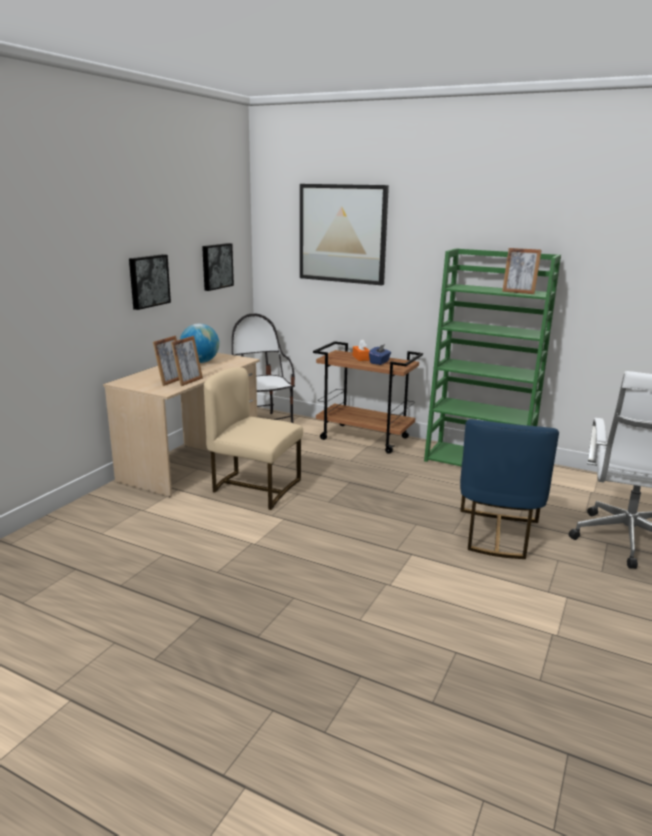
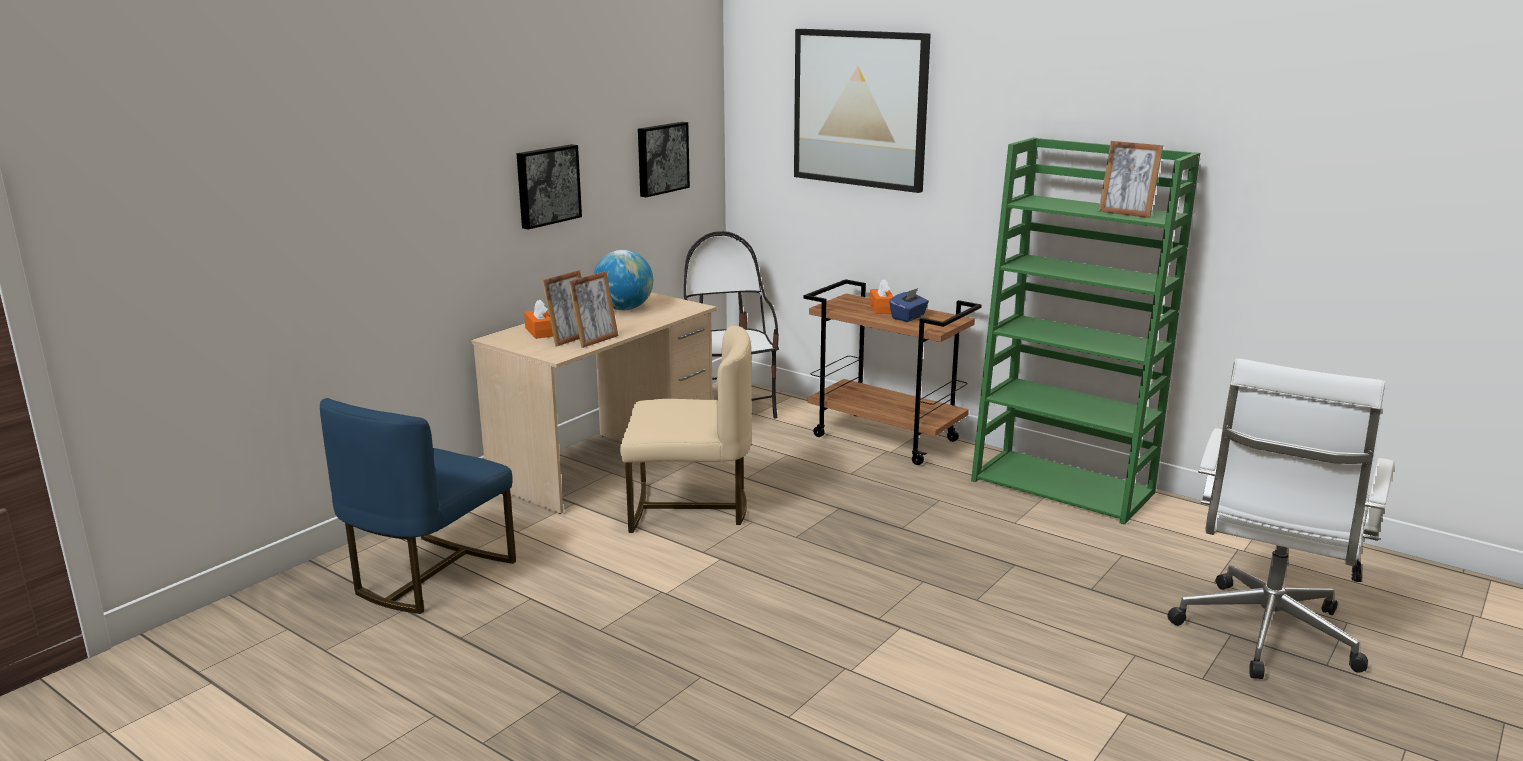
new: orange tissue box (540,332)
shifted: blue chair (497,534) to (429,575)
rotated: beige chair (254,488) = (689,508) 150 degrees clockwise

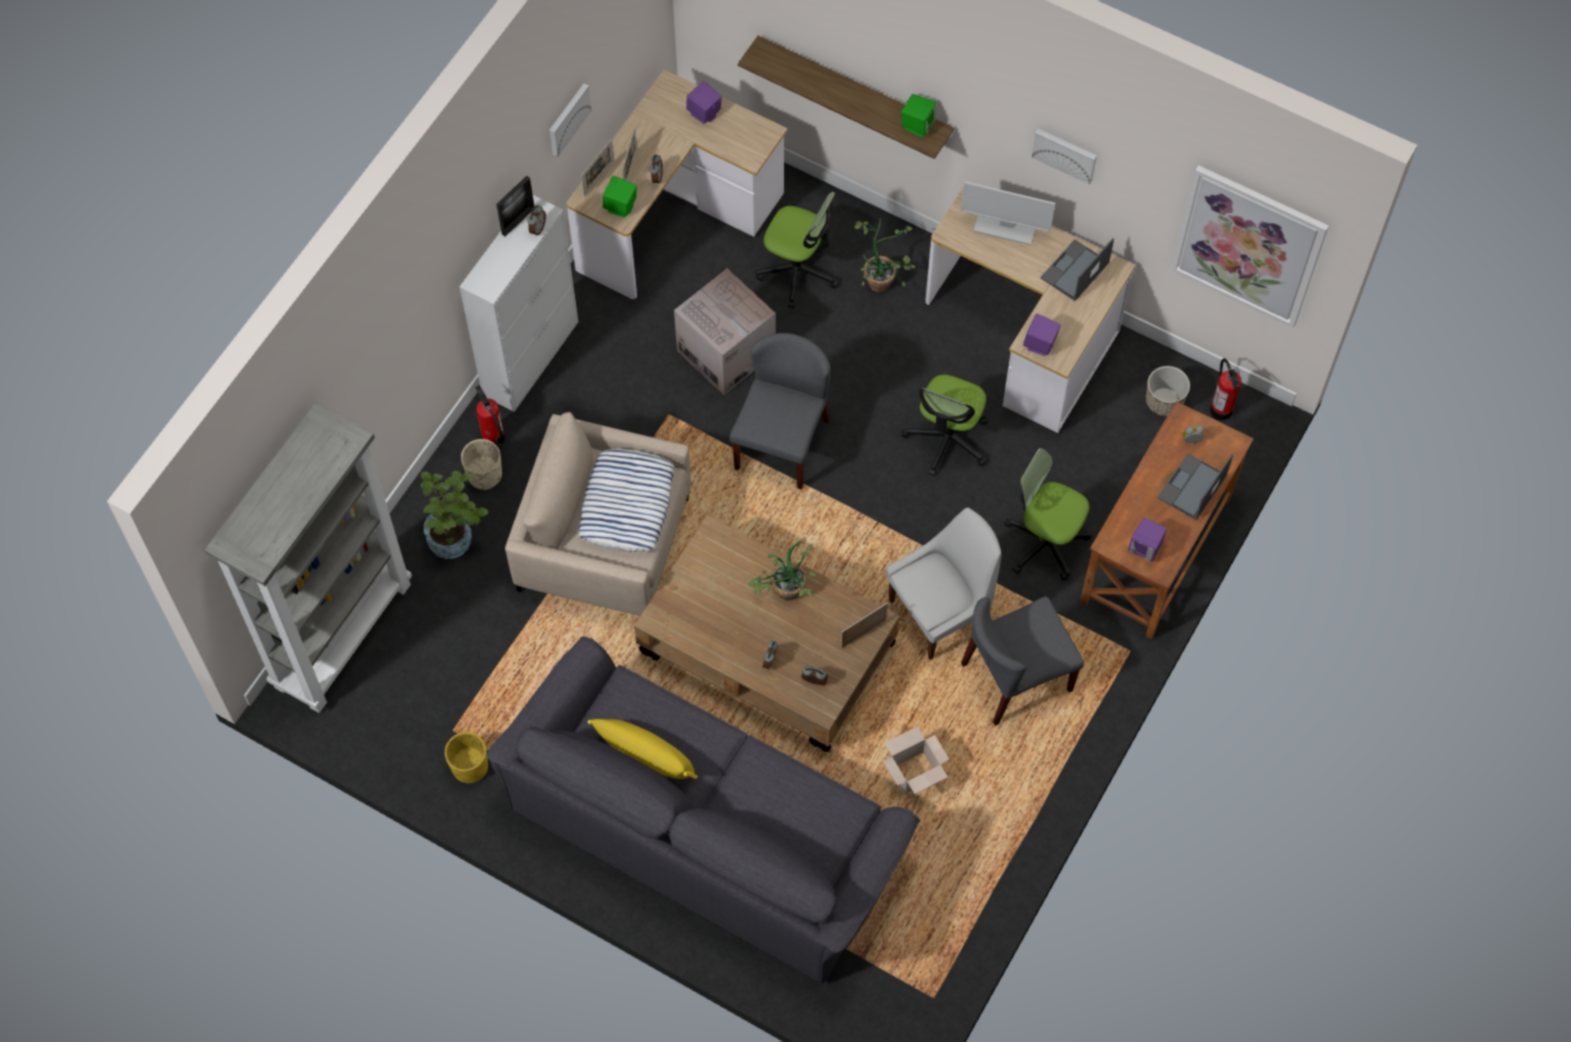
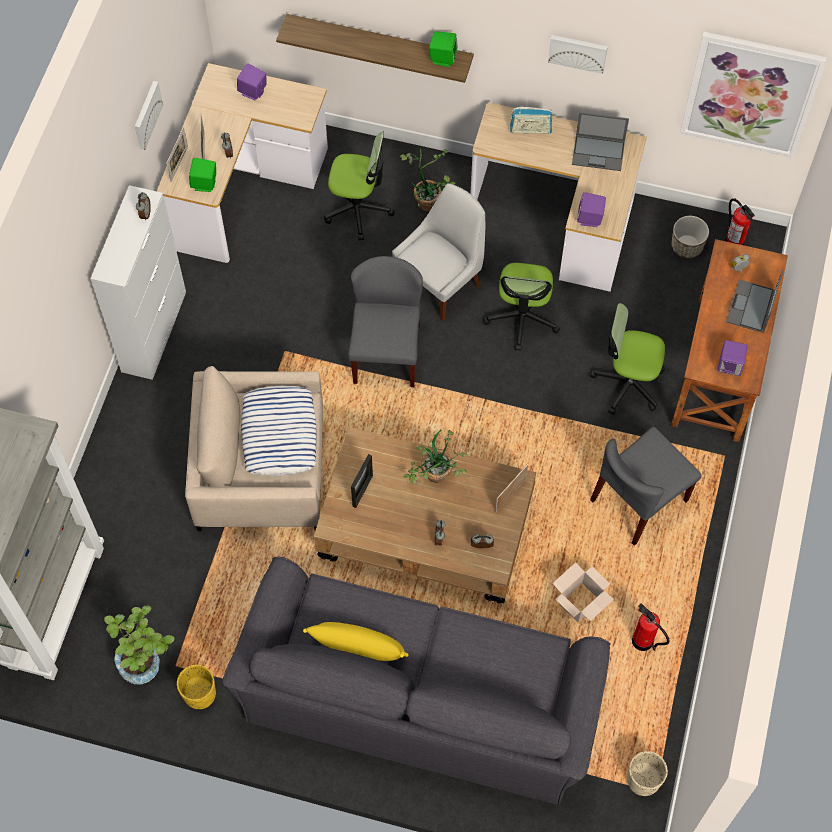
gone: cardboard box (726,352)
shifted: potted plant (457,539) to (146,663); beige planter (484,475) to (643,780); fire extinguisher (493,438) to (642,641); picture frame (518,221) to (362,491); white chair (941,612) to (441,283)
swapped: monitor (1004,227) to radio (530,129)
rotated: laptop (1074,271) = (599,152) 105 degrees counterclockwise

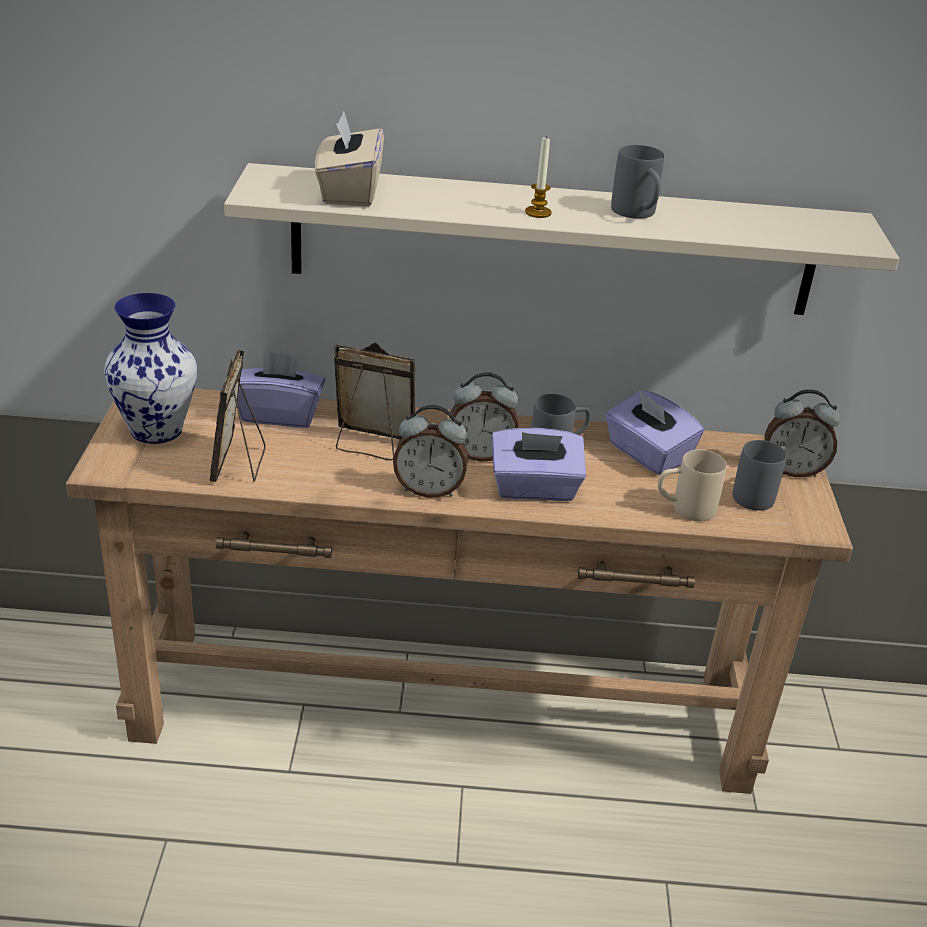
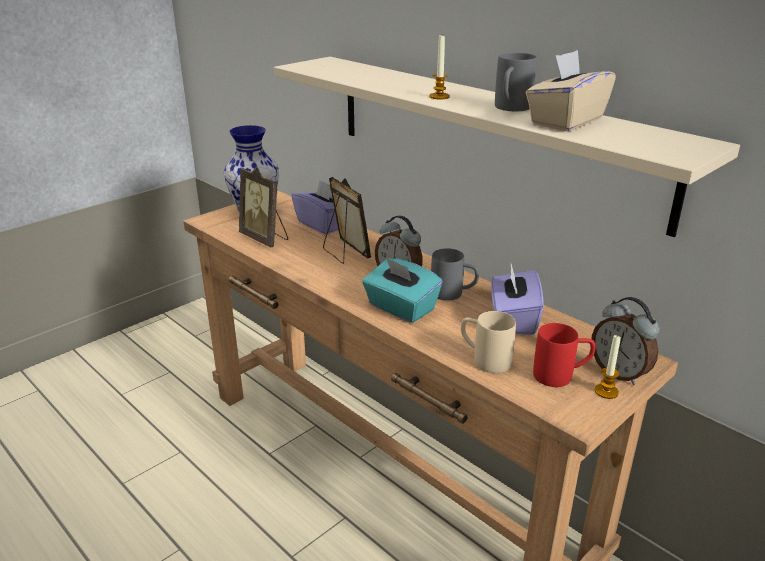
gone: alarm clock (429,490)
new: candle (606,391)
shifted: beige tissue box (349,192) to (565,121)
repainted: purple tissue box (534,489) to turquoise tissue box (401,308); grey mug (759,494) to red mug (561,376)
rotated: picture frame (239,464) = (265,238) 90 degrees counterclockwise

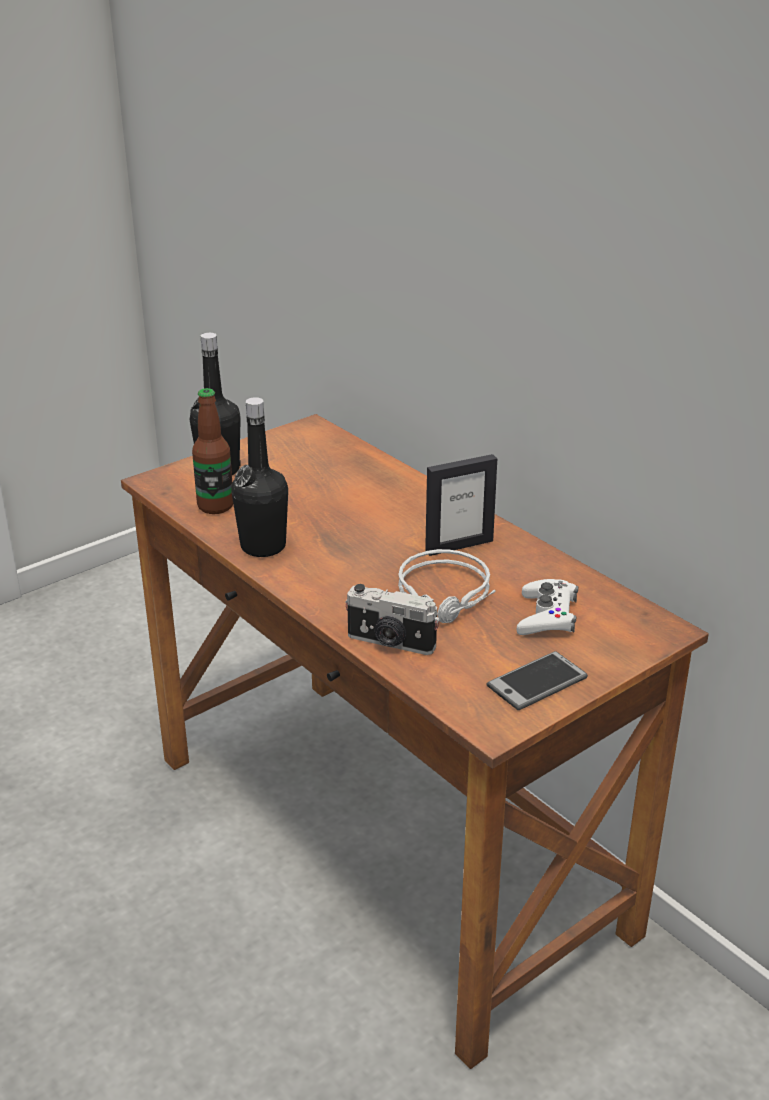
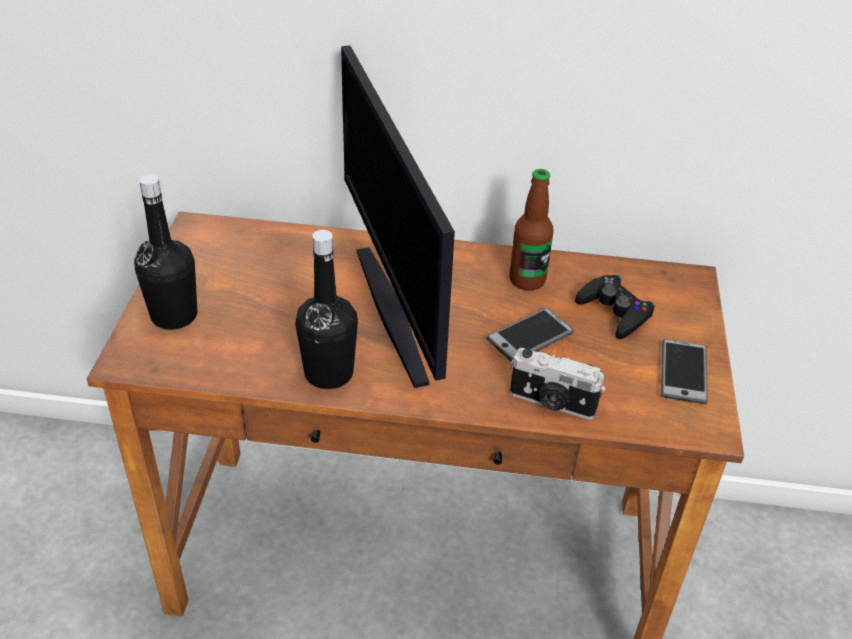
gone: picture frame (459,546)
new: monitor (397,312)
shifted: bottle (215,506) to (527,280)
swapped: grey headphones (446,596) to phone (530,336)
repainted: white game controller (547,616) to black game controller (614,312)
rotated: photo camera (390,643) = (552,403) 45 degrees clockwise

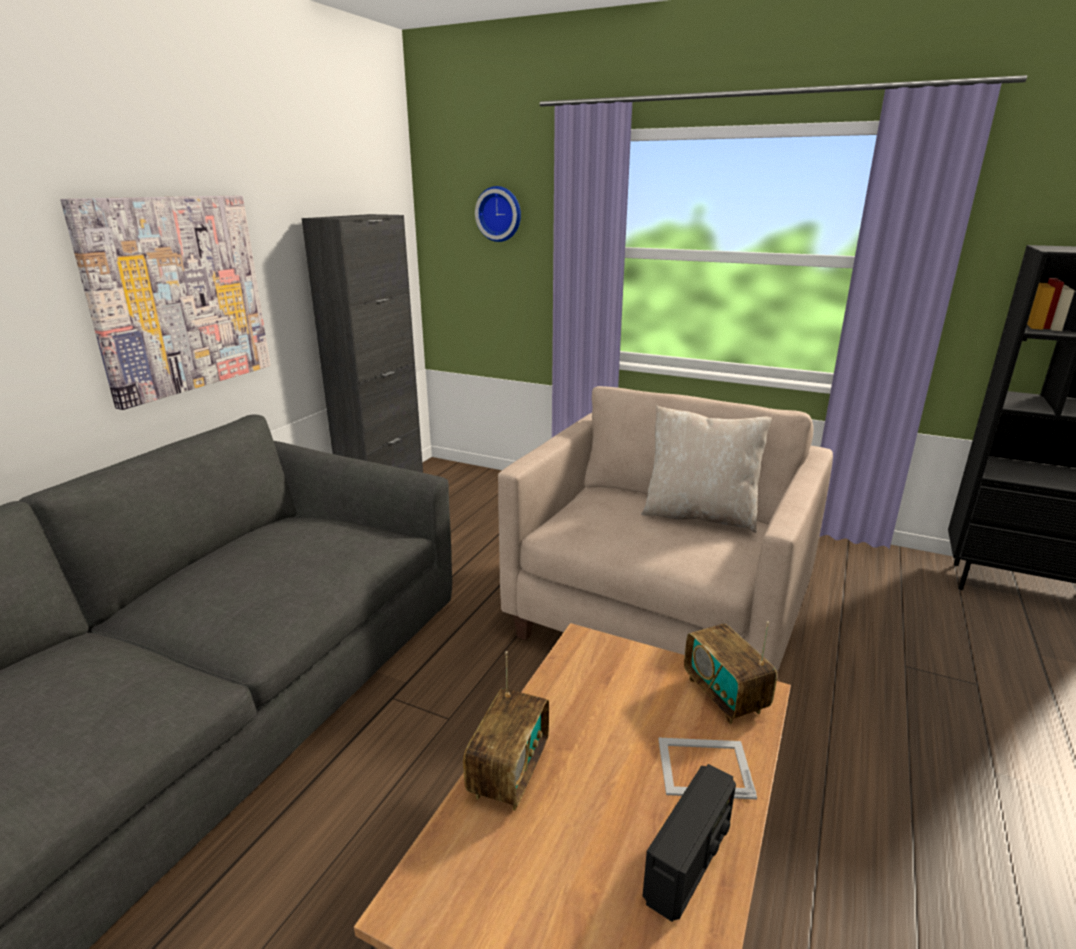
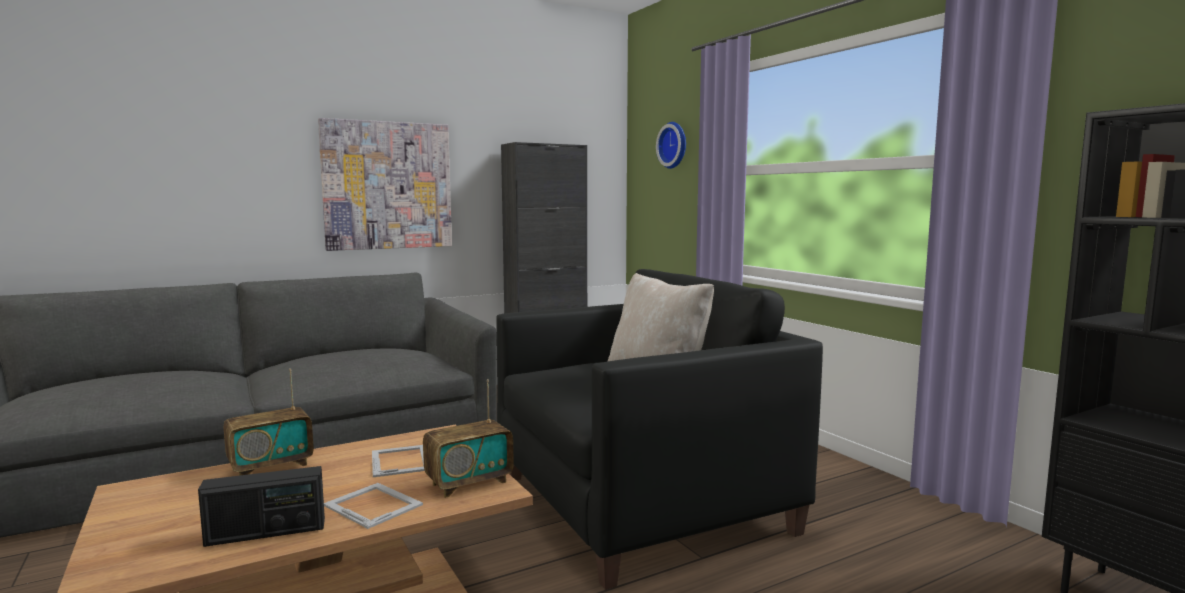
new: picture frame (401,460)
repainted: beige armchair (658,619) to black armchair (639,502)
rotated: radio (724,695) = (469,483) 135 degrees counterclockwise

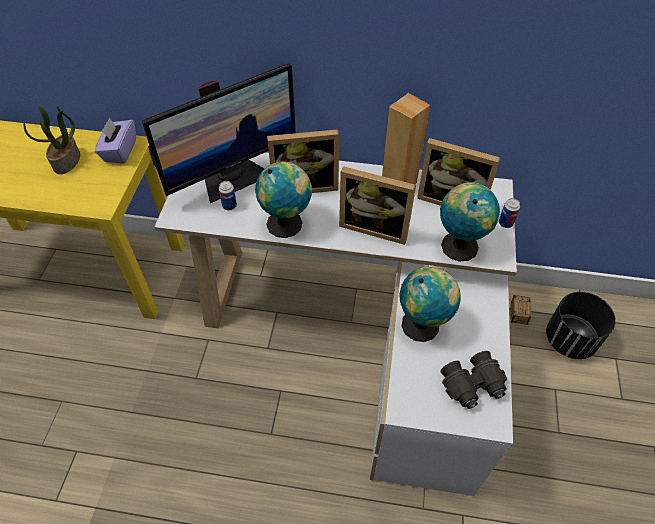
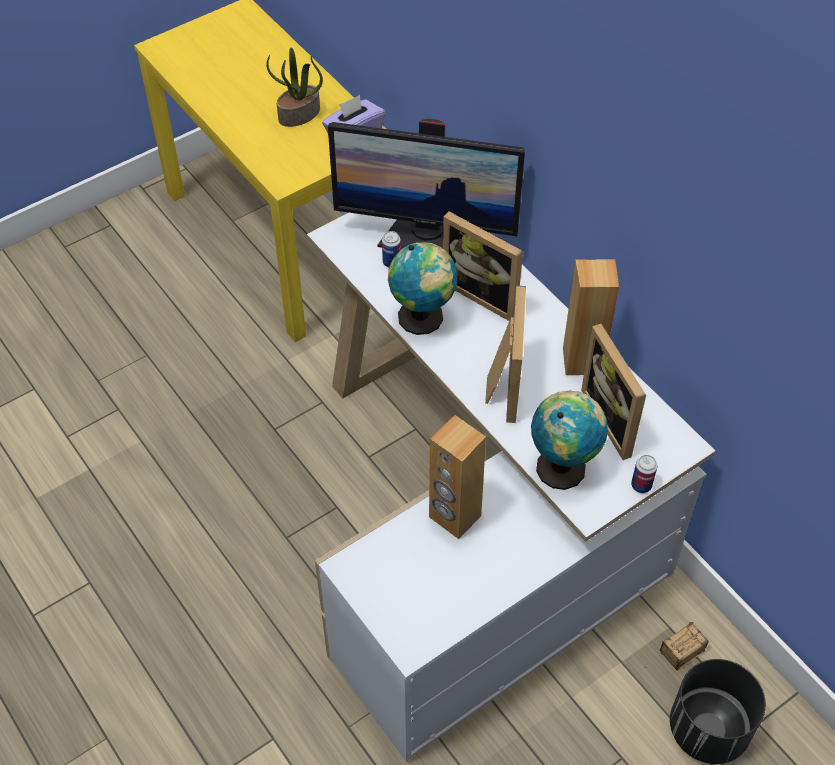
gone: black binoculars (473,386)
swapped: globe (423,324) to brown speaker (454,517)
rotated: picture frame (375,227) = (502,385) 150 degrees counterclockwise

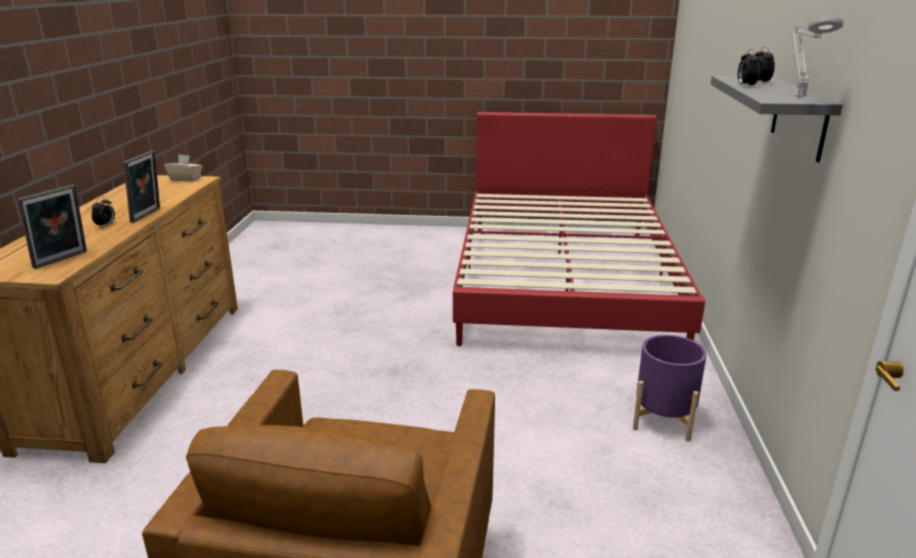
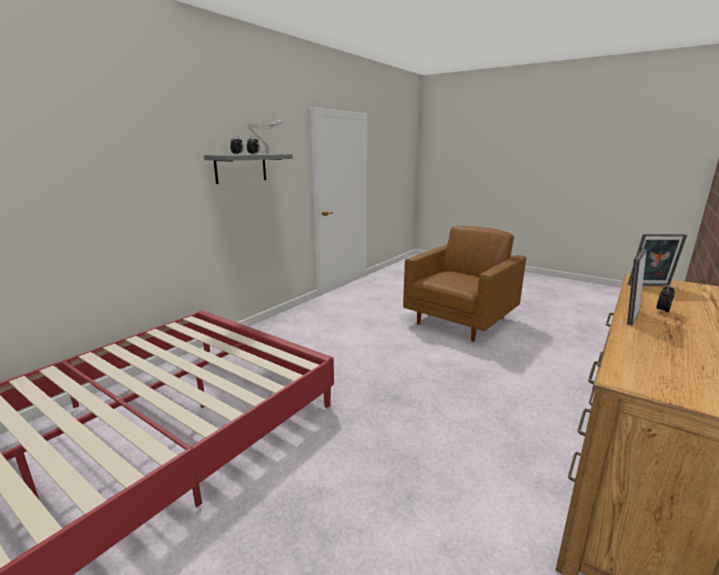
gone: beige tissue box (185,179); purple planter (663,420)
rotated: picture frame (62,260) = (650,286) 150 degrees counterclockwise

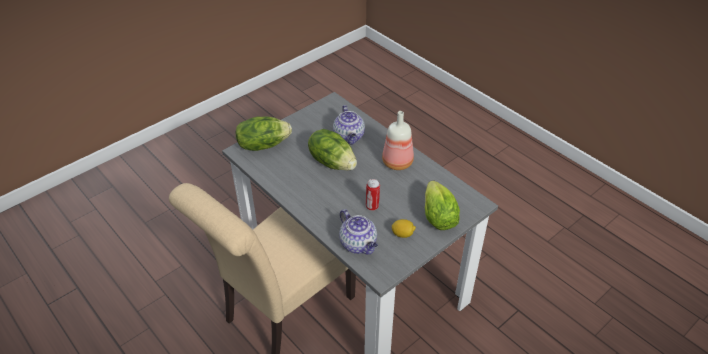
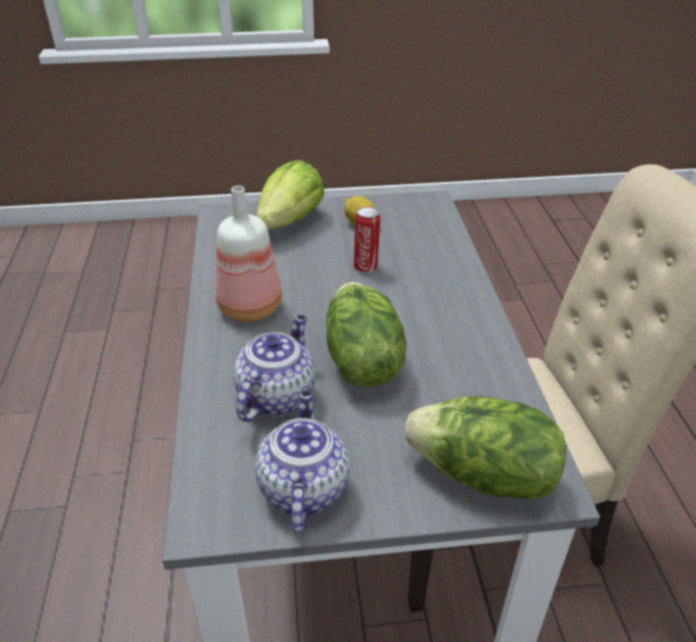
shifted: teapot (359,244) to (303,487)

